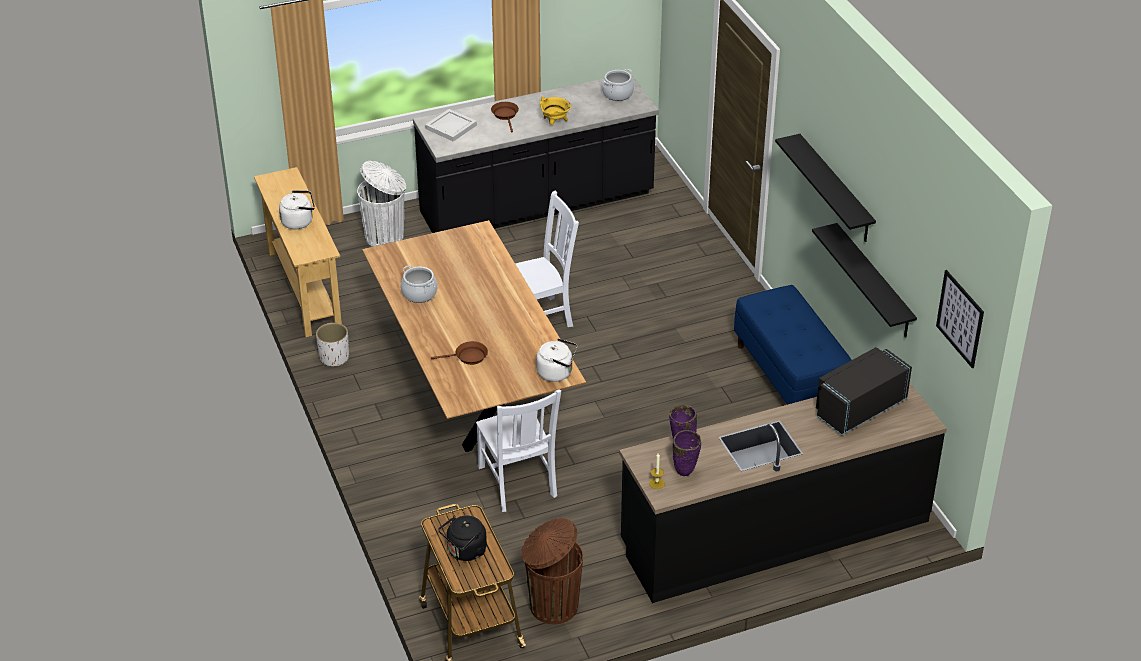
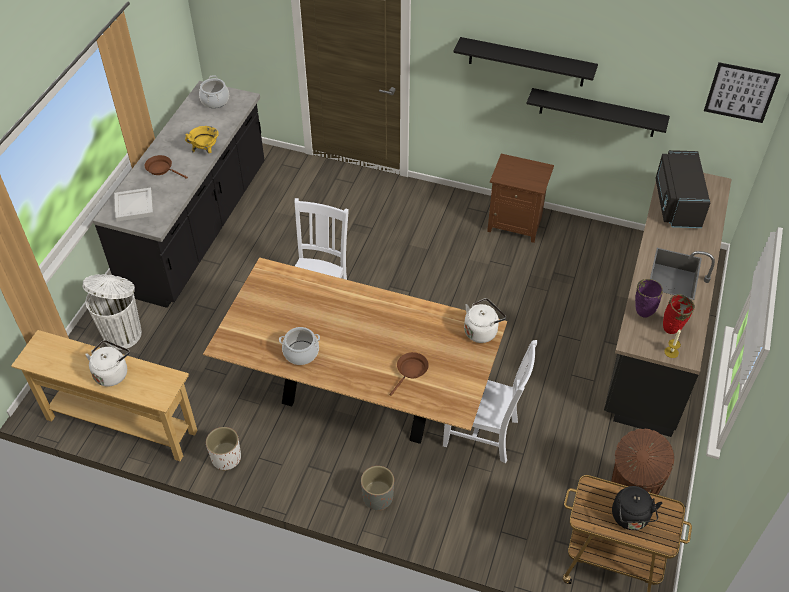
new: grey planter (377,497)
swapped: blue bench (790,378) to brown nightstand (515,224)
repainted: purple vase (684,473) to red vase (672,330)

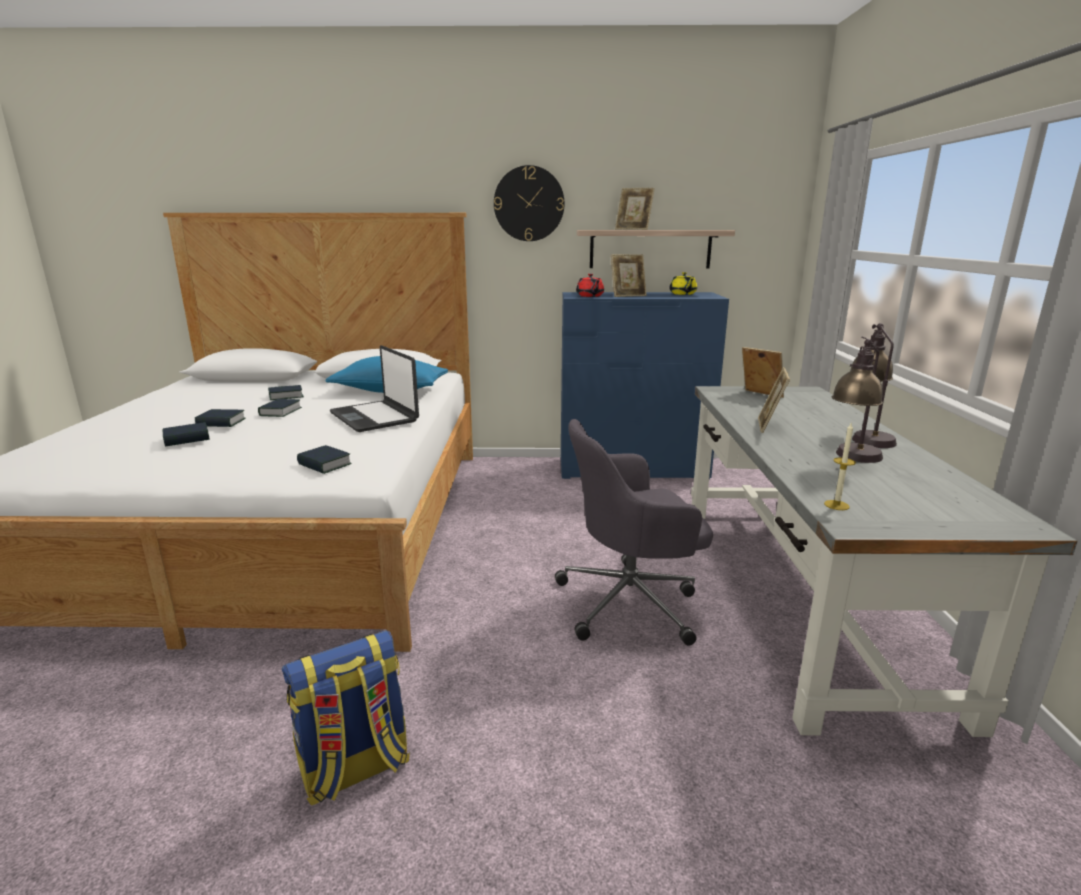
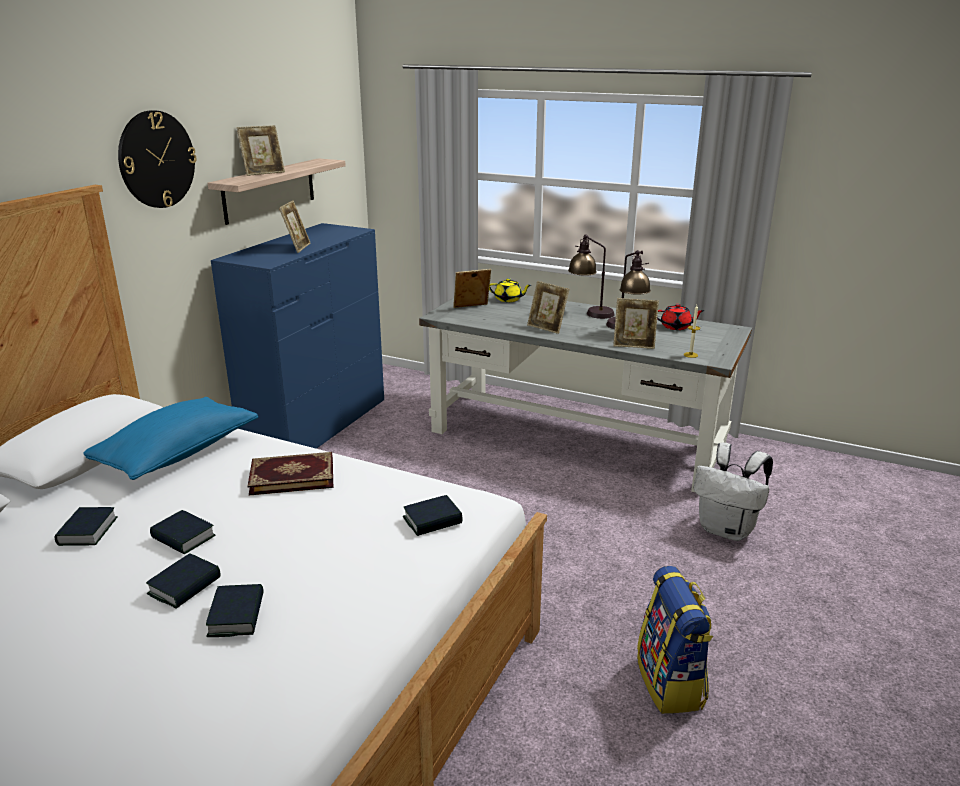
gone: grey office chair (631,602)
new: picture frame (634,345); white backpack (727,530)
shifted: red teapot (590,296) to (676,327); yellow teapot (682,294) to (508,299)
swapped: laptop (375,417) to book (292,475)

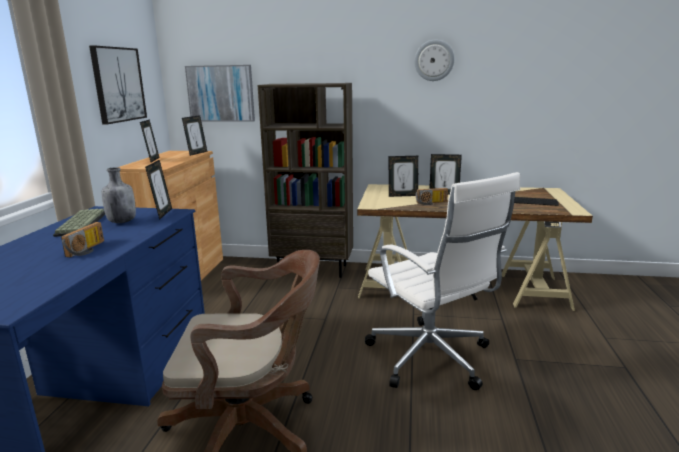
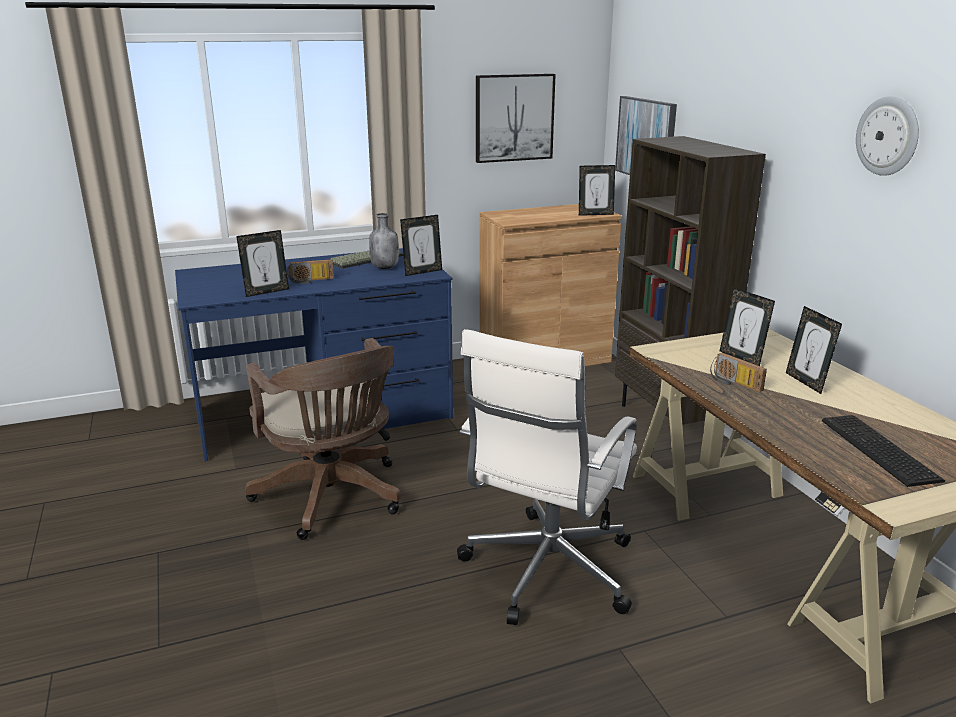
shifted: picture frame (152,160) to (266,292)

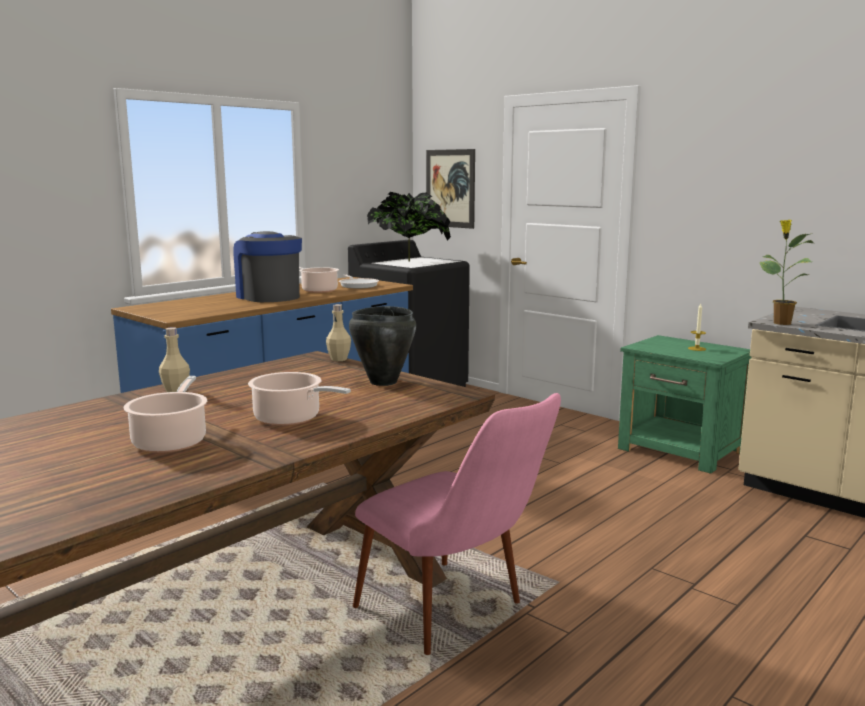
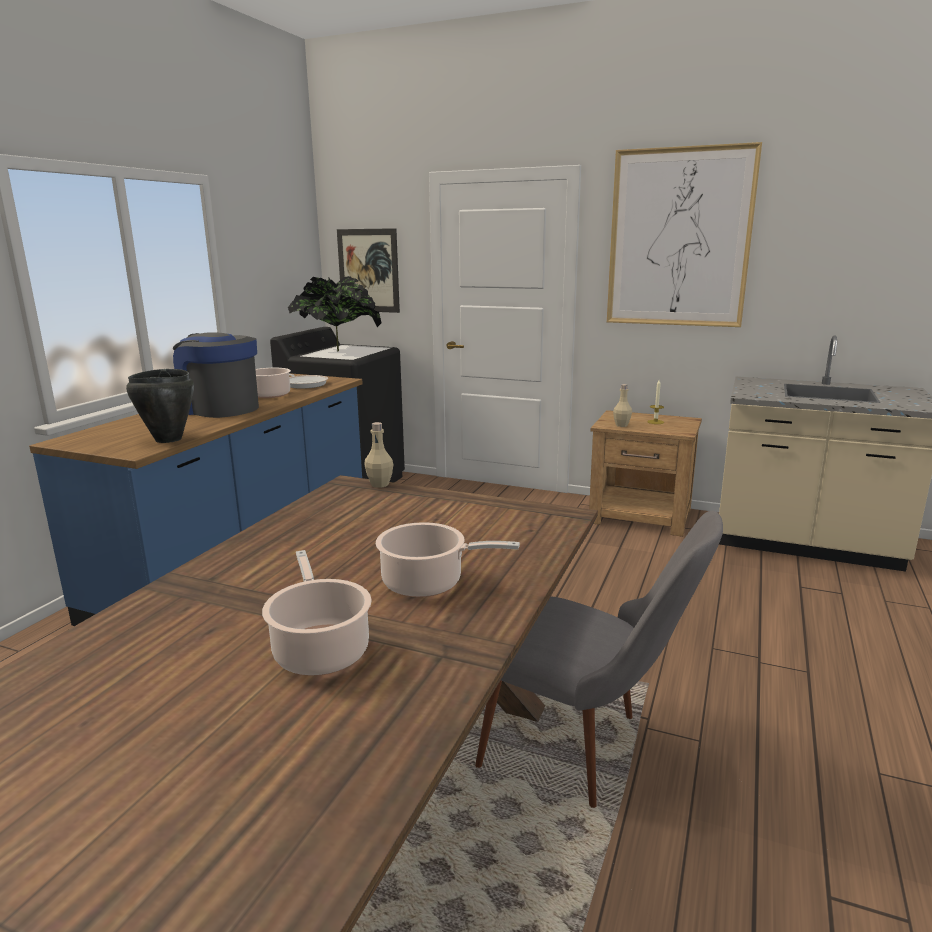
gone: potted plant (780,323)
new: picture (679,238)
shifted: beige bottle (176,391) to (621,425); black cooking pot (382,382) to (168,439)
repainted: pink chair (456,617) to grey chair (586,750); green nightstand (680,451) to brown nightstand (641,517)

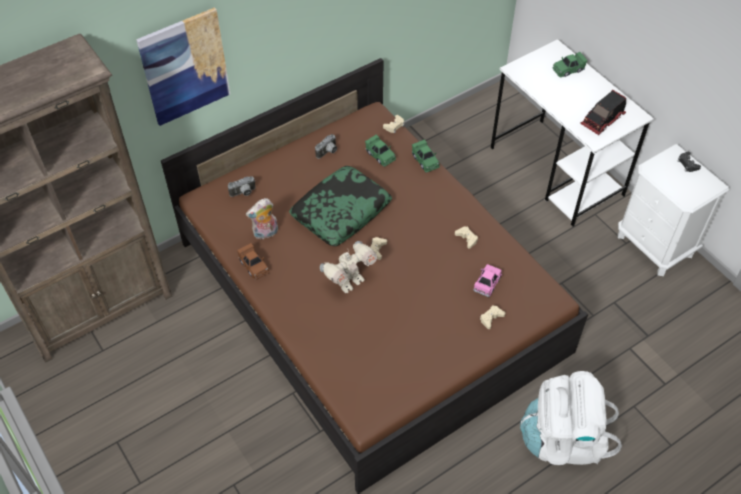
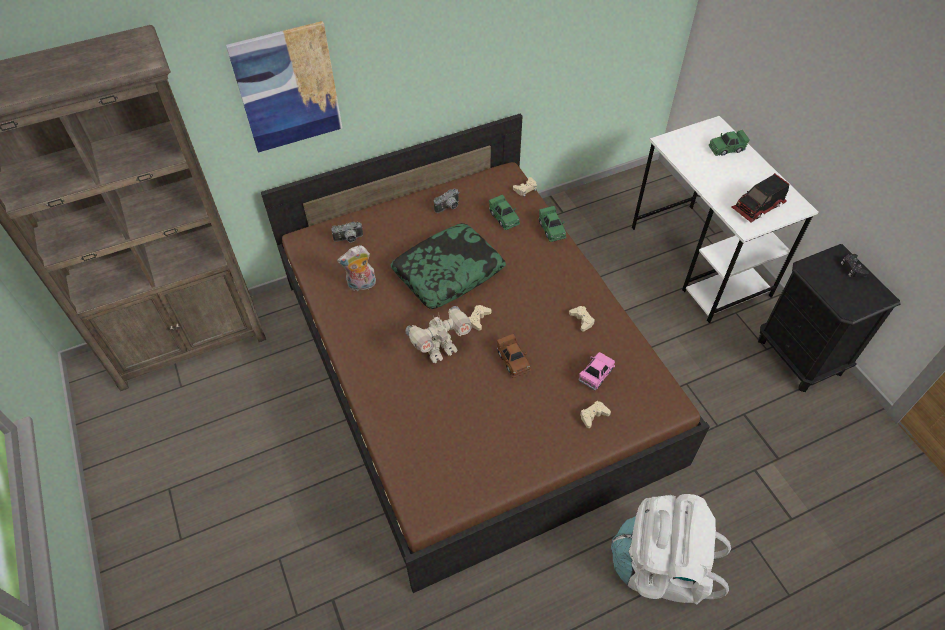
shifted: brown toy car (254,266) to (513,360)
repainted: white nightstand (655,245) to black nightstand (800,356)

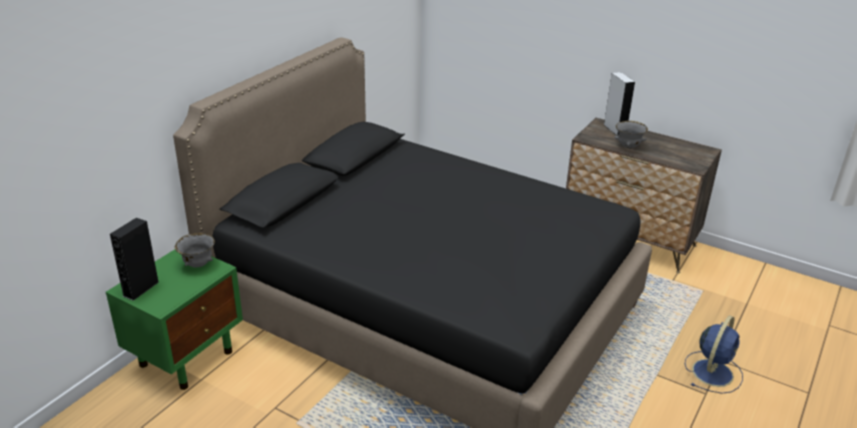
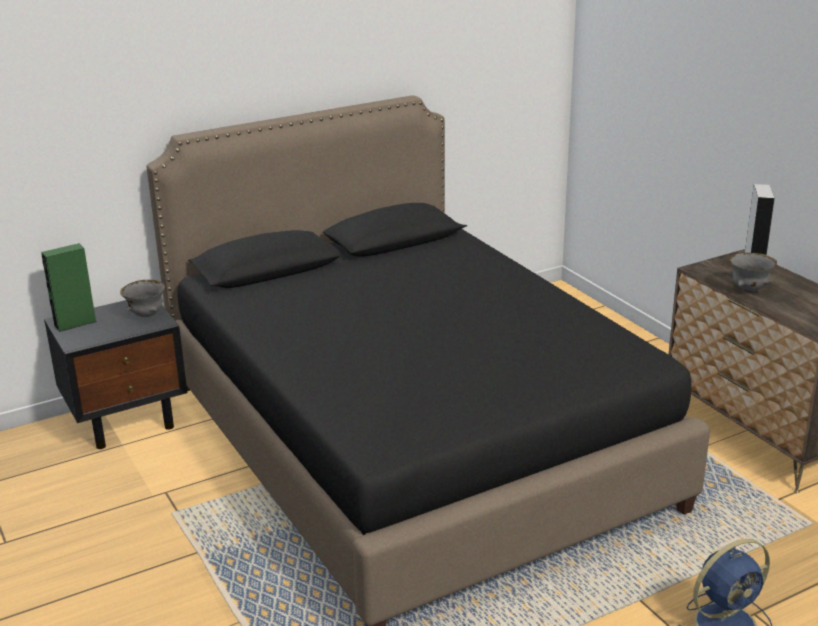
repainted: green nightstand (187,357) to black nightstand (127,421); black speaker (141,289) to green speaker (75,324)

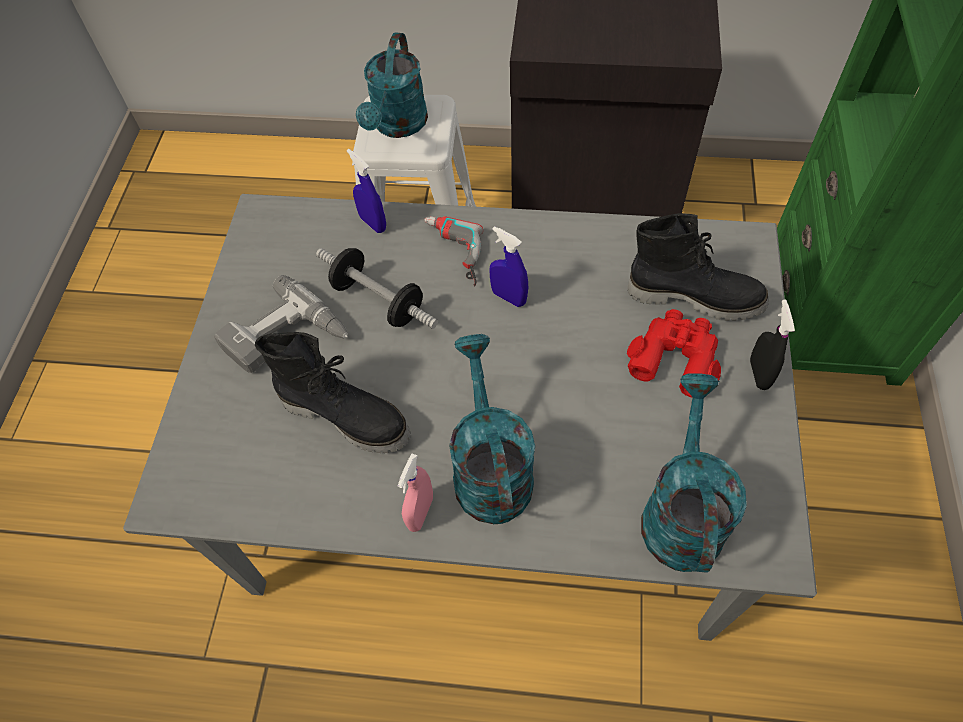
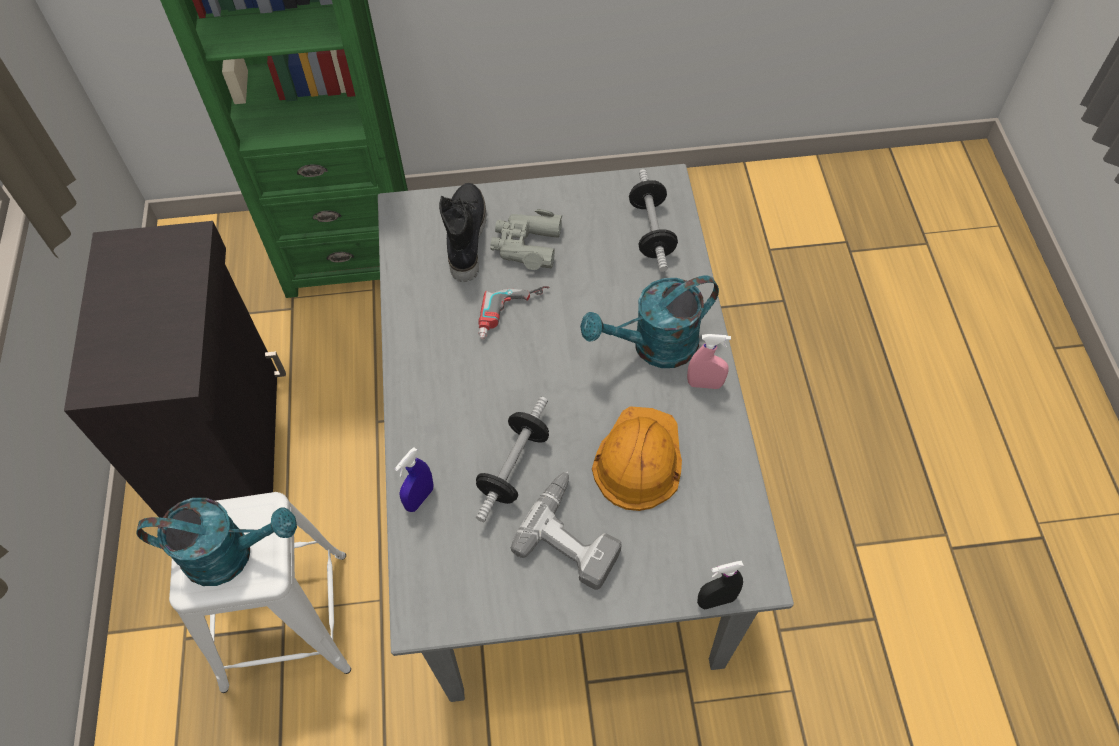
gone: blue spray bottle (508,297)
shifted: power drill (450,254) to (513,316); black spray bottle (759,374) to (716,600)
swapped: black boot (347,416) to orange hard hat (638,459); turquoise watering can (681,510) to dumbbell (651,231)
repainted: red binoculars (675,357) to grey binoculars (526,245)

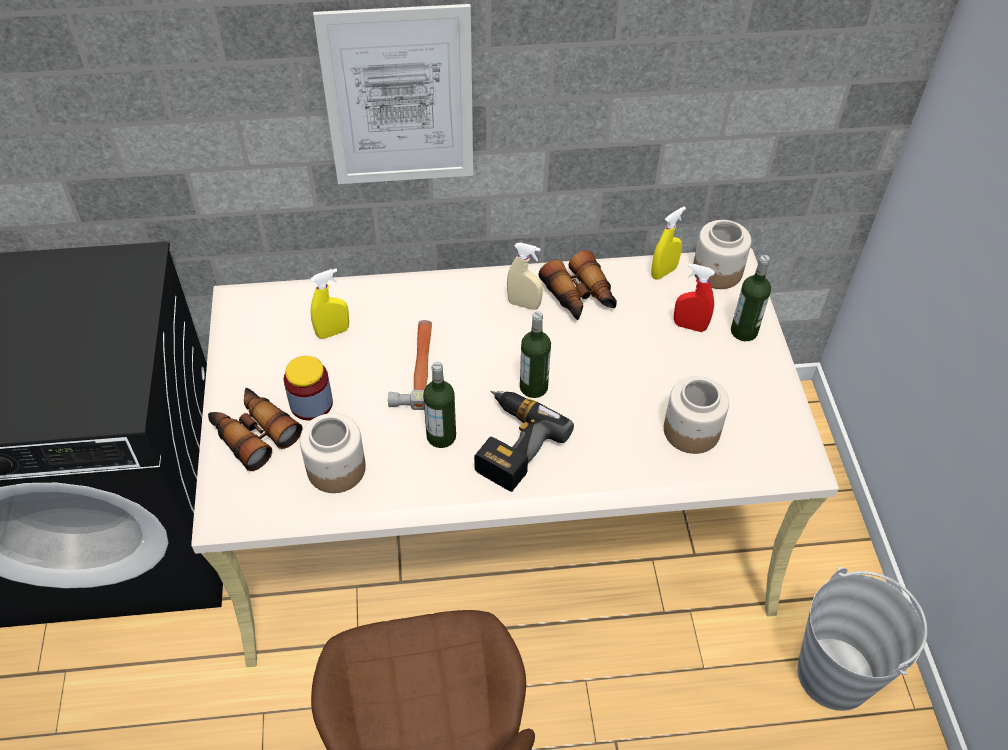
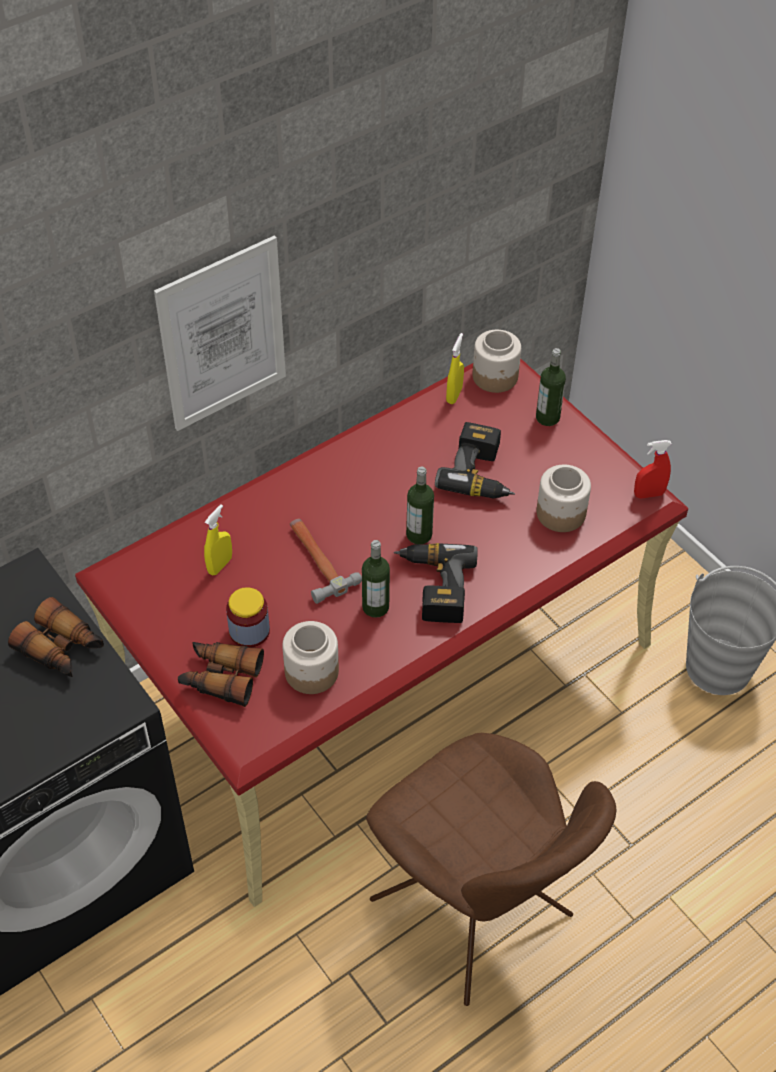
gone: beige spray bottle (524,304)
new: power drill (481,473)
shifted: binoculars (580,297) to (62,649); red spray bottle (689,326) to (648,494)
repainted: beige desk (503,519) to red desk (387,676)

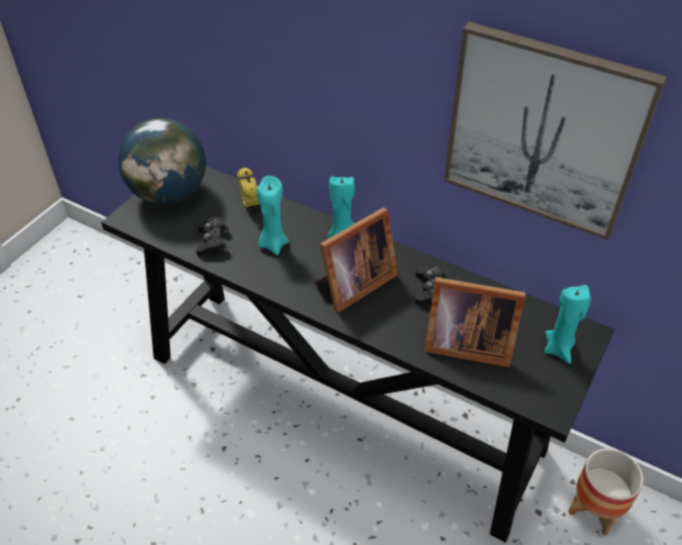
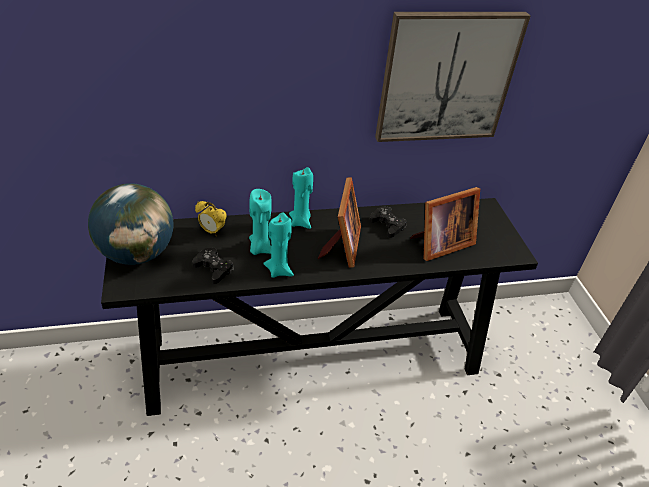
gone: planter (595,509)
shifted: turquoise candle (559,348) to (279,270)

